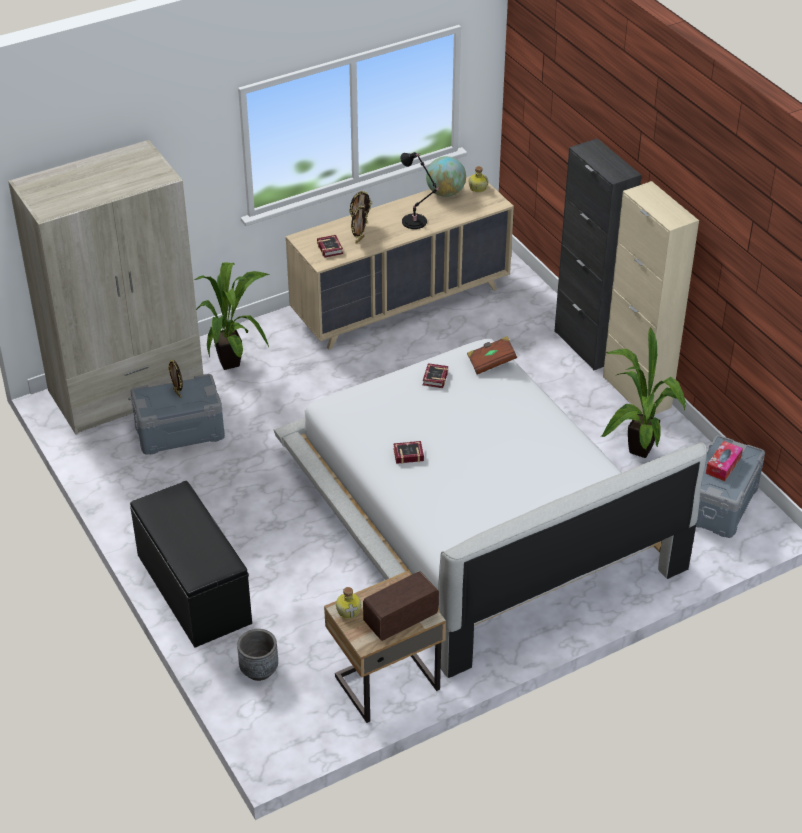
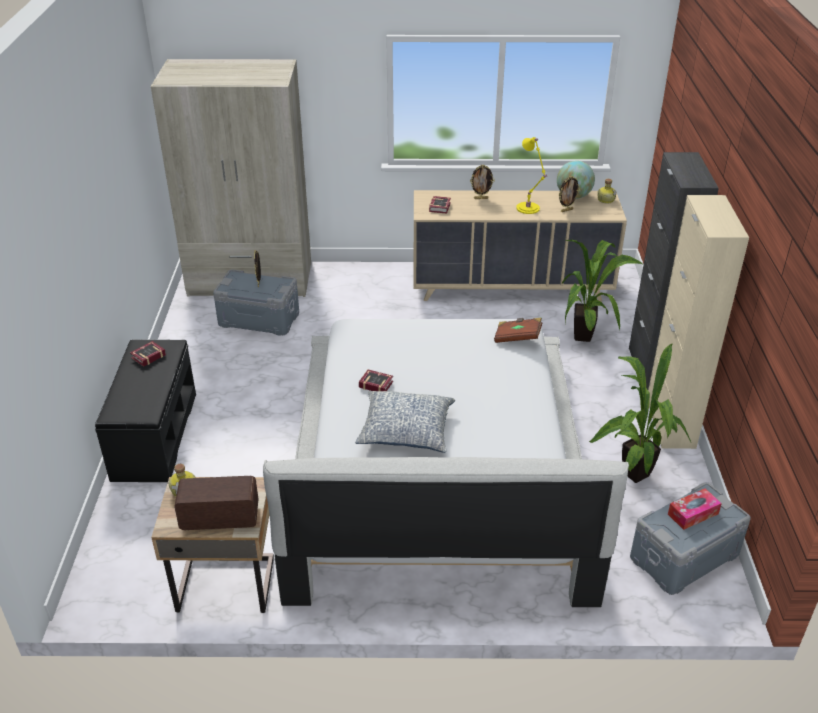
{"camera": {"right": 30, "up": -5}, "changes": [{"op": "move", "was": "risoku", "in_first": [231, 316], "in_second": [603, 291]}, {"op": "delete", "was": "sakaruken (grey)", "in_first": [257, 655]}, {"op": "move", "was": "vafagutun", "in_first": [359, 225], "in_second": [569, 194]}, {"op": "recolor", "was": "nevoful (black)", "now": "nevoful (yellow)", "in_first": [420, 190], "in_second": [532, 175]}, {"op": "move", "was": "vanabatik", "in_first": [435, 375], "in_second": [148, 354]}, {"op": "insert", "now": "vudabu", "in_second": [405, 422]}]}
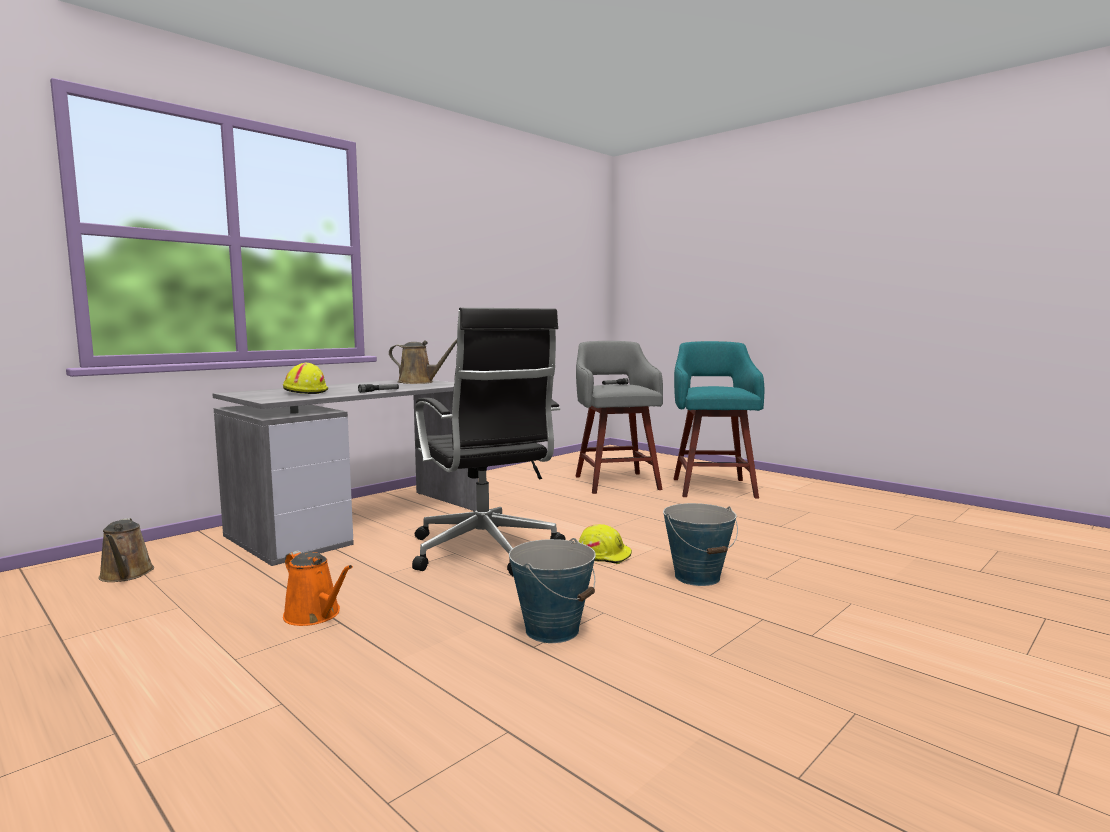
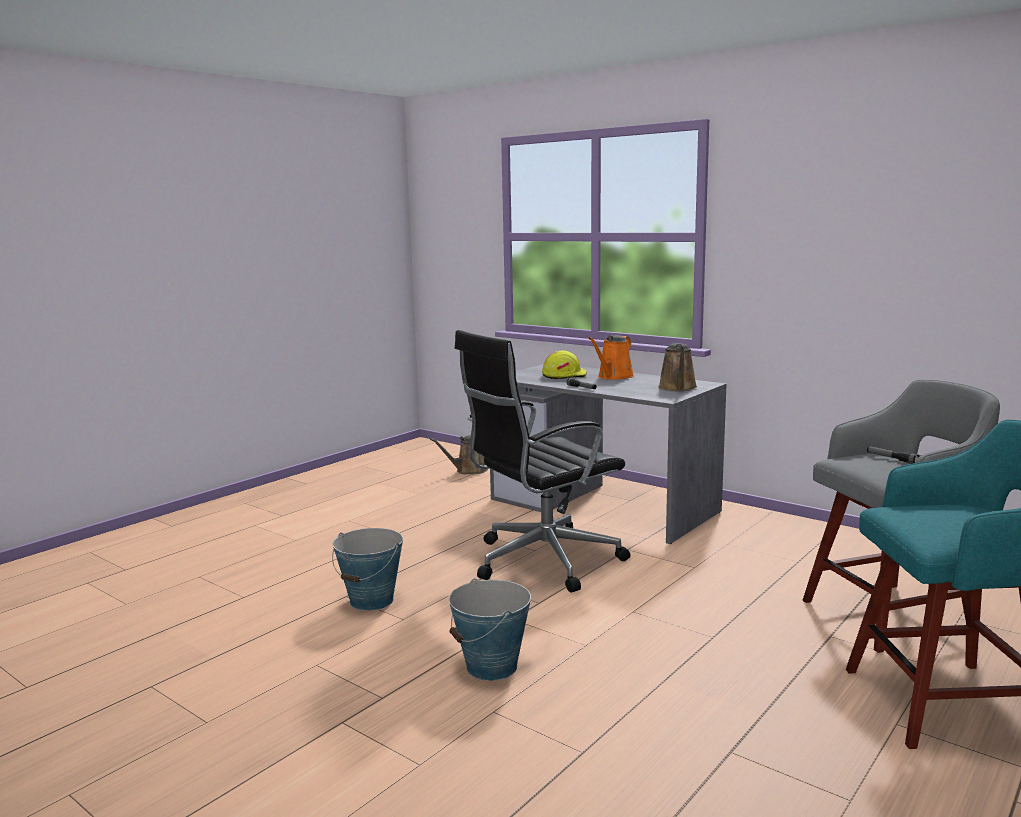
{"camera": {"right": 85, "up": 5}, "changes": [{"op": "move", "was": "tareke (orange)", "in_first": [318, 588], "in_second": [611, 357]}, {"op": "delete", "was": "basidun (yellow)", "in_first": [605, 544]}]}
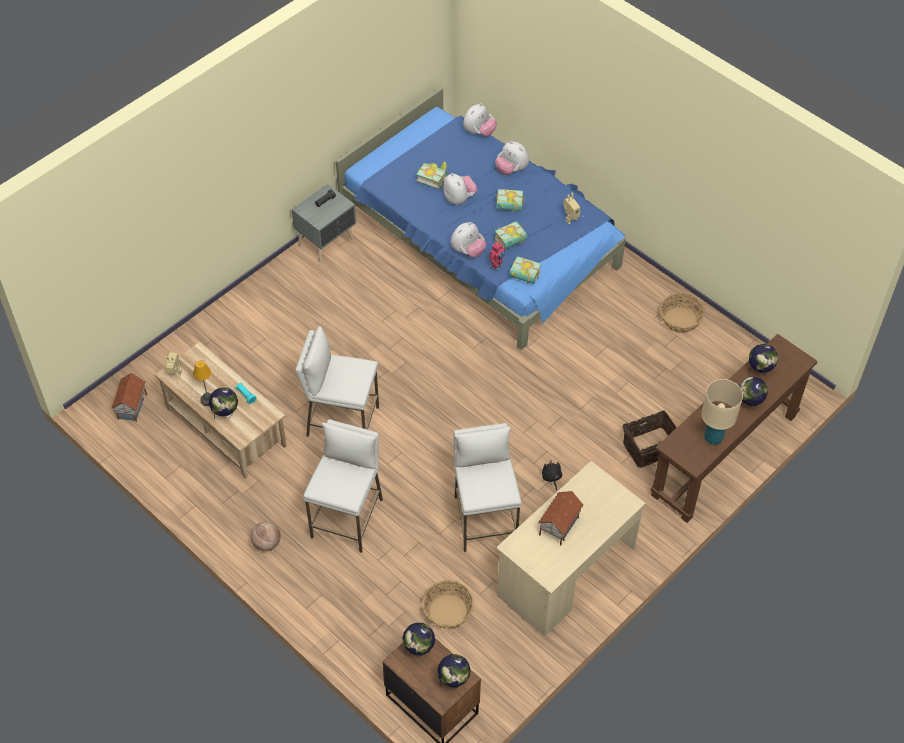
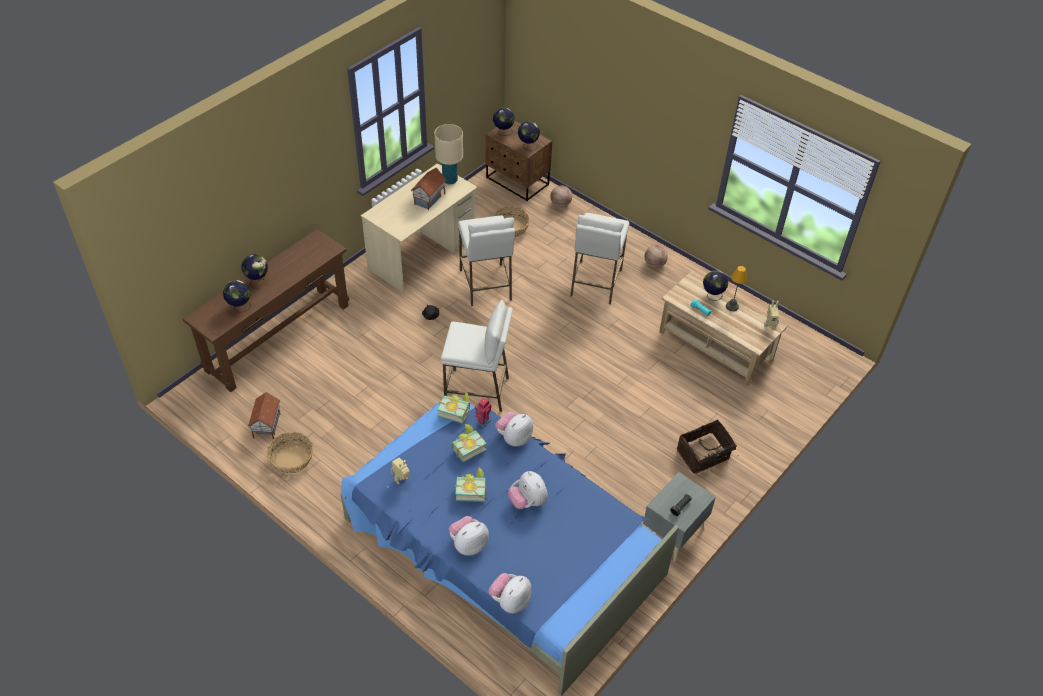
{"camera": {"right": 175, "up": -5}, "changes": [{"op": "move", "was": "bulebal", "in_first": [129, 397], "in_second": [264, 415]}, {"op": "move", "was": "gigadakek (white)", "in_first": [337, 381], "in_second": [477, 356]}, {"op": "delete", "was": "vanabatik", "in_first": [431, 175]}, {"op": "rotate", "was": "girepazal", "in_first": [512, 158], "in_second": [469, 536], "clockwise": -75}, {"op": "move", "was": "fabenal", "in_first": [650, 439], "in_second": [707, 447]}, {"op": "move", "was": "nevoful (beige)", "in_first": [722, 412], "in_second": [448, 154]}, {"op": "insert", "now": "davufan", "in_second": [561, 196]}]}
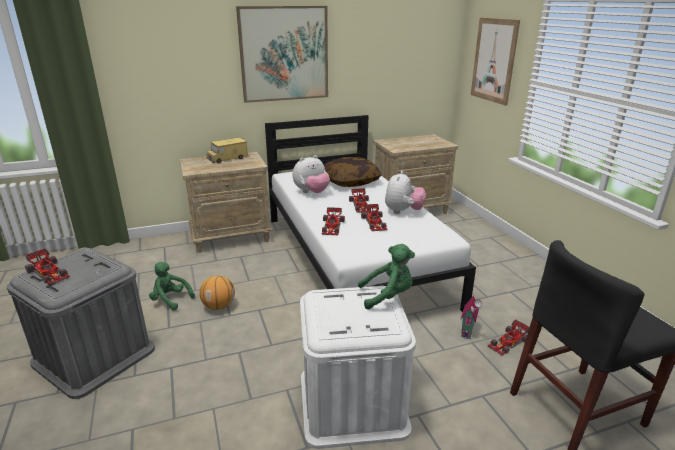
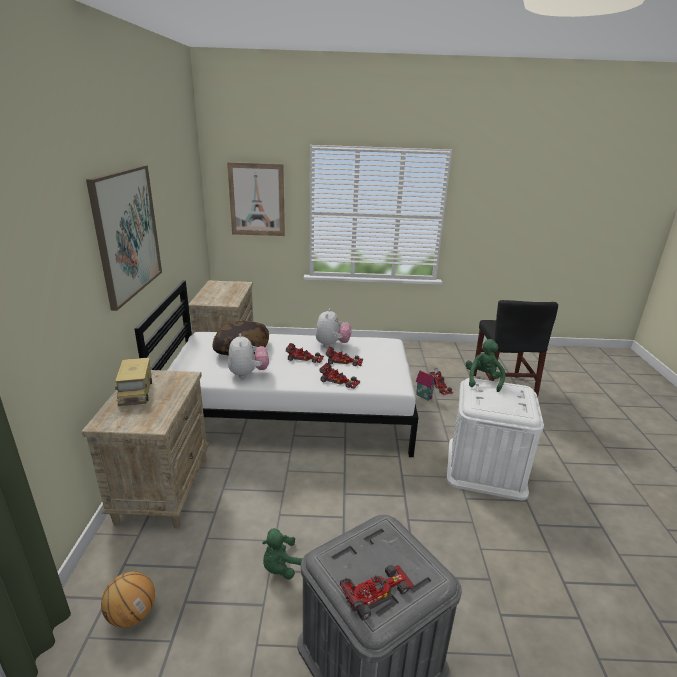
{"camera": {"right": -70, "up": 0}, "changes": [{"op": "move", "was": "davufan", "in_first": [217, 292], "in_second": [128, 599]}, {"op": "rotate", "was": "girepazal", "in_first": [405, 192], "in_second": [333, 327], "clockwise": 60}]}
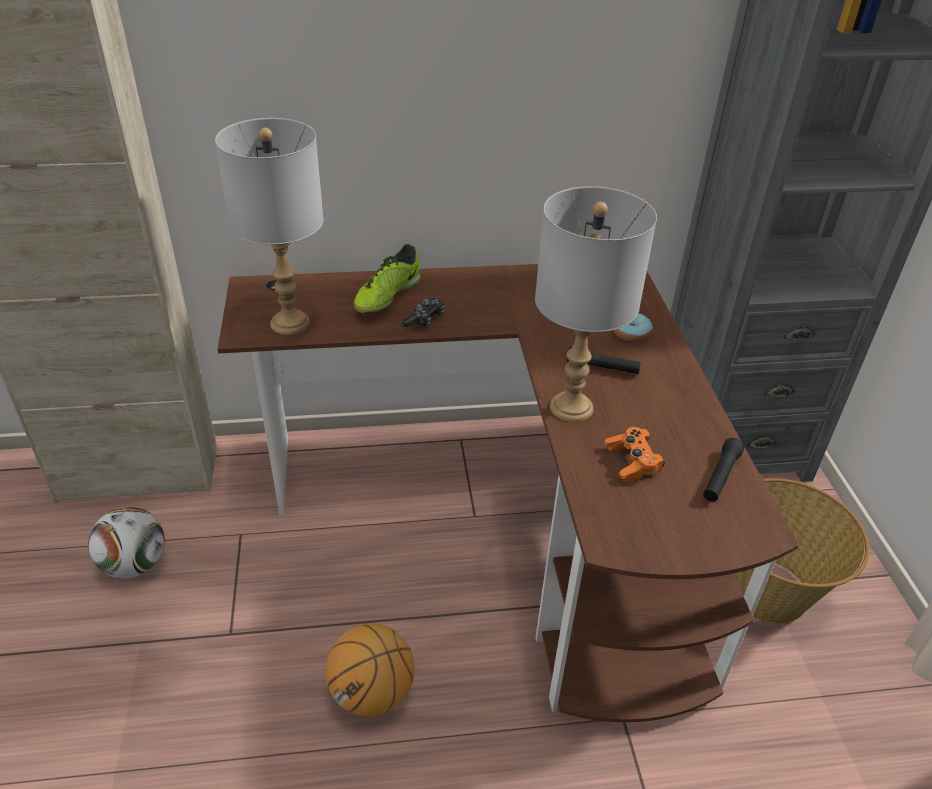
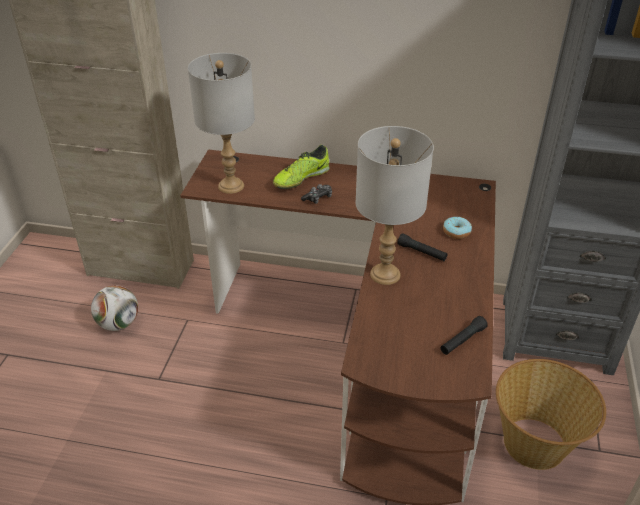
{"camera": {"right": 20, "up": 0}, "changes": [{"op": "delete", "was": "davufan", "in_first": [370, 670]}, {"op": "delete", "was": "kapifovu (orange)", "in_first": [634, 454]}]}
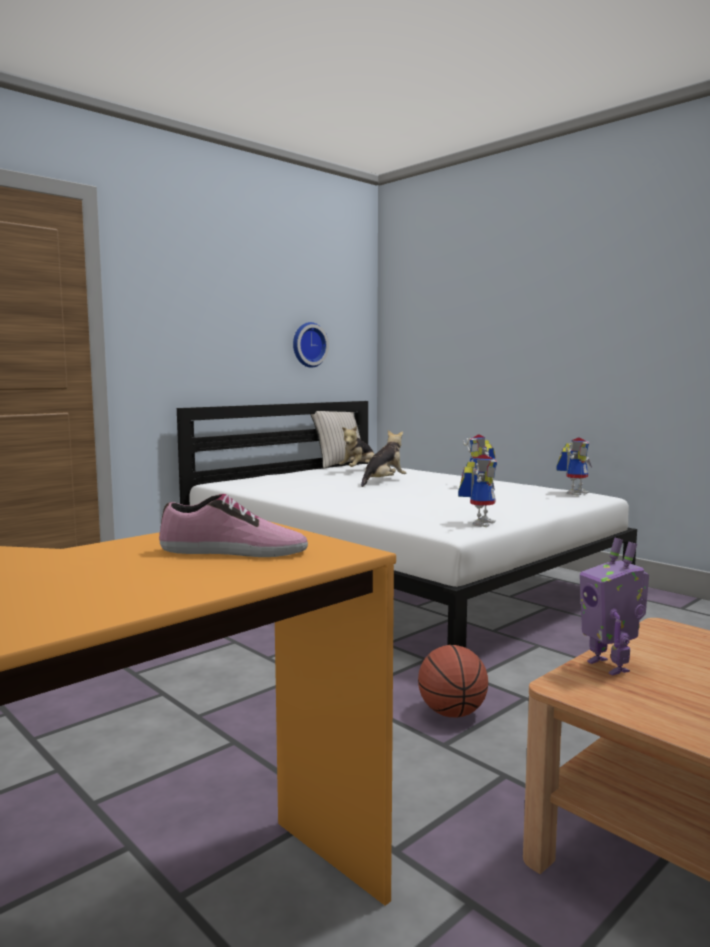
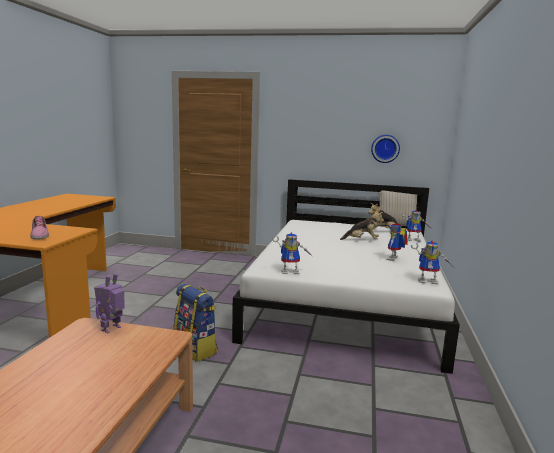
{"camera": {"right": 55, "up": 5}, "changes": [{"op": "replace", "was": "davufan", "now": "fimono", "in_first": [453, 681], "in_second": [195, 323]}, {"op": "insert", "now": "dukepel", "in_second": [416, 226]}]}
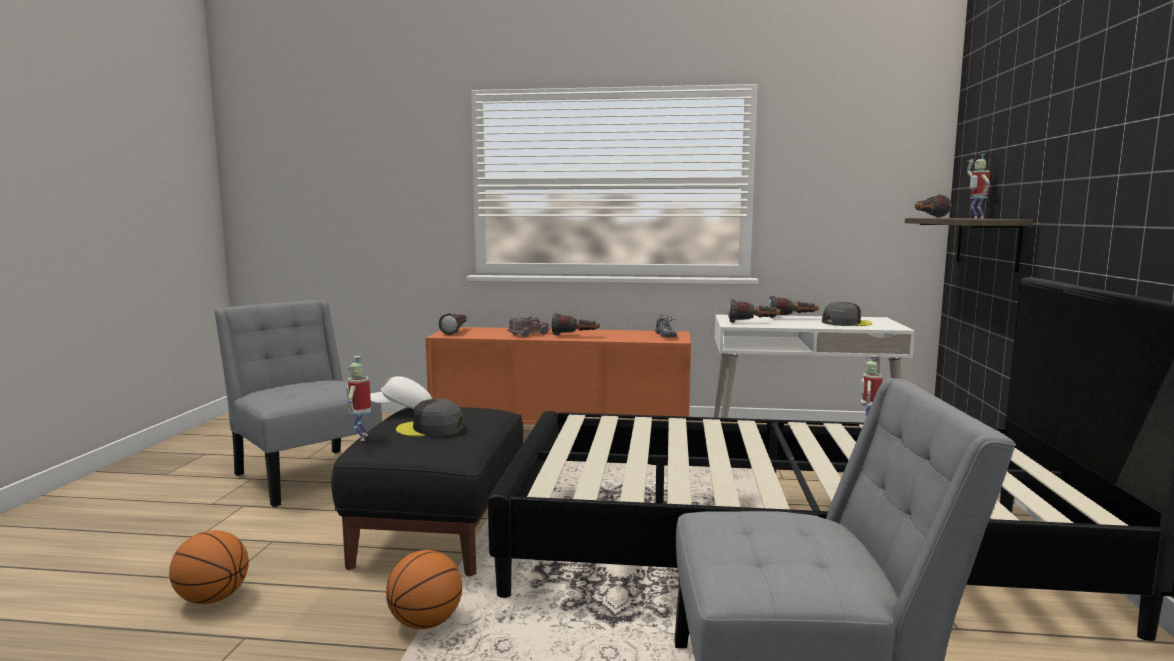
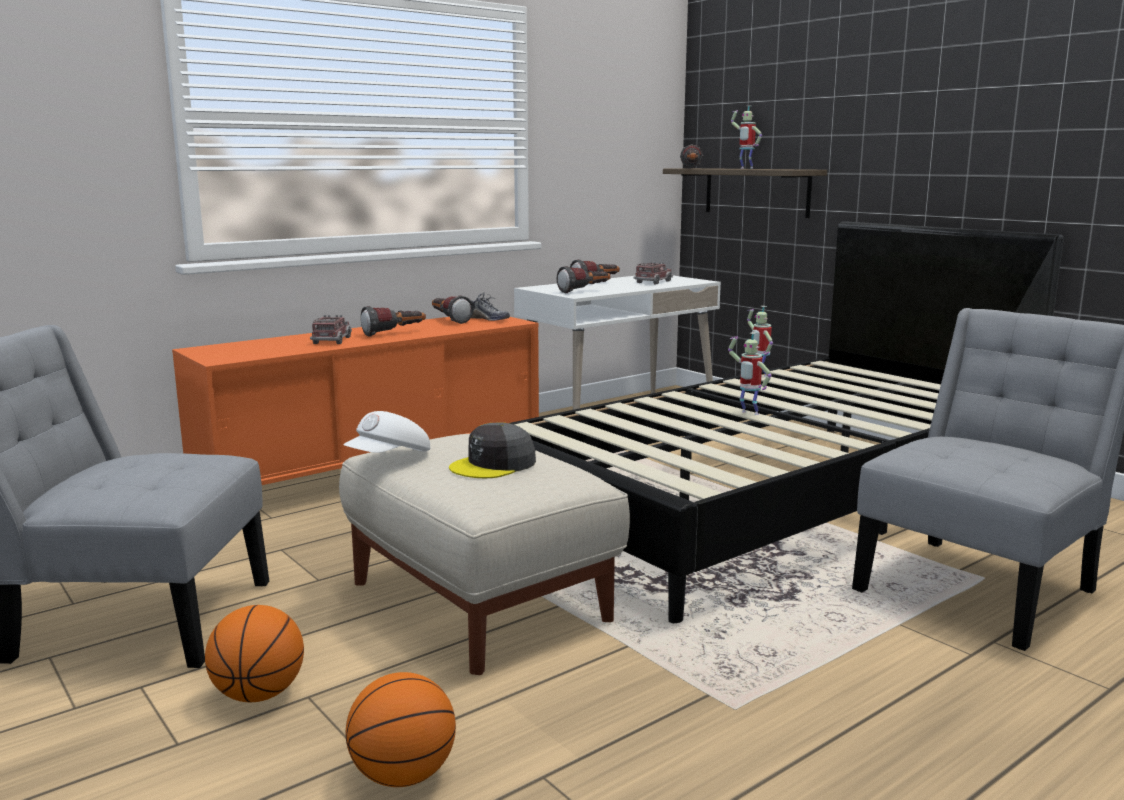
{"camera": {"right": -45, "up": 5}, "changes": [{"op": "recolor", "was": "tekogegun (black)", "now": "tekogegun (beige)", "in_first": [427, 491], "in_second": [484, 554]}, {"op": "move", "was": "dukepel", "in_first": [358, 398], "in_second": [750, 373]}, {"op": "move", "was": "davufan", "in_first": [424, 589], "in_second": [254, 653]}, {"op": "move", "was": "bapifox", "in_first": [453, 324], "in_second": [453, 309]}, {"op": "replace", "was": "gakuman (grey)", "now": "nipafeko", "in_first": [847, 314], "in_second": [653, 273]}]}
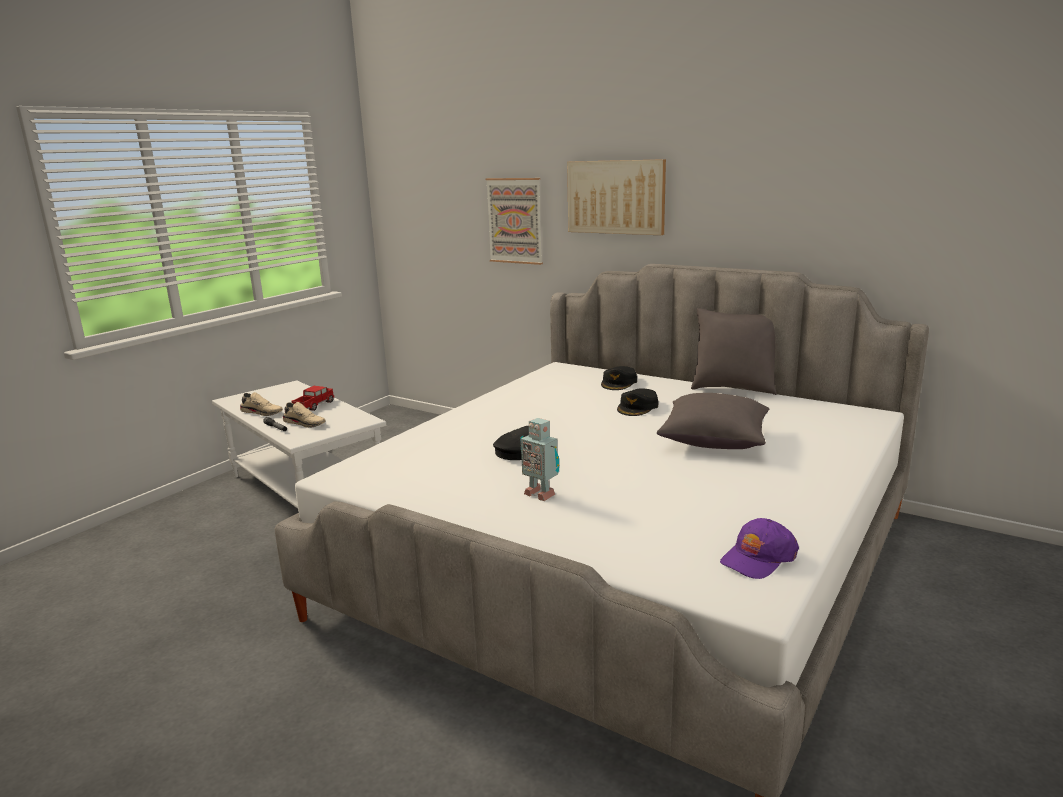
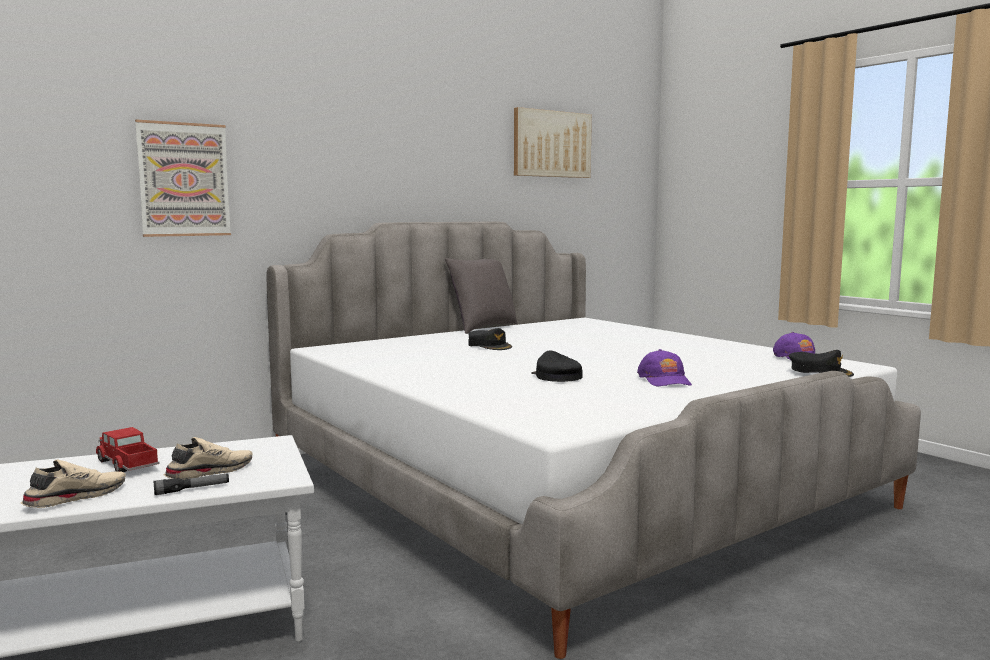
{"camera": {"right": -70, "up": -10}, "changes": [{"op": "replace", "was": "dukepel", "now": "gakuman (purple)", "in_first": [539, 459], "in_second": [664, 368]}, {"op": "move", "was": "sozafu", "in_first": [616, 197], "in_second": [553, 142]}, {"op": "move", "was": "gakuman (black)", "in_first": [619, 378], "in_second": [821, 363]}, {"op": "delete", "was": "vudabu (grey)", "in_first": [713, 421]}]}
